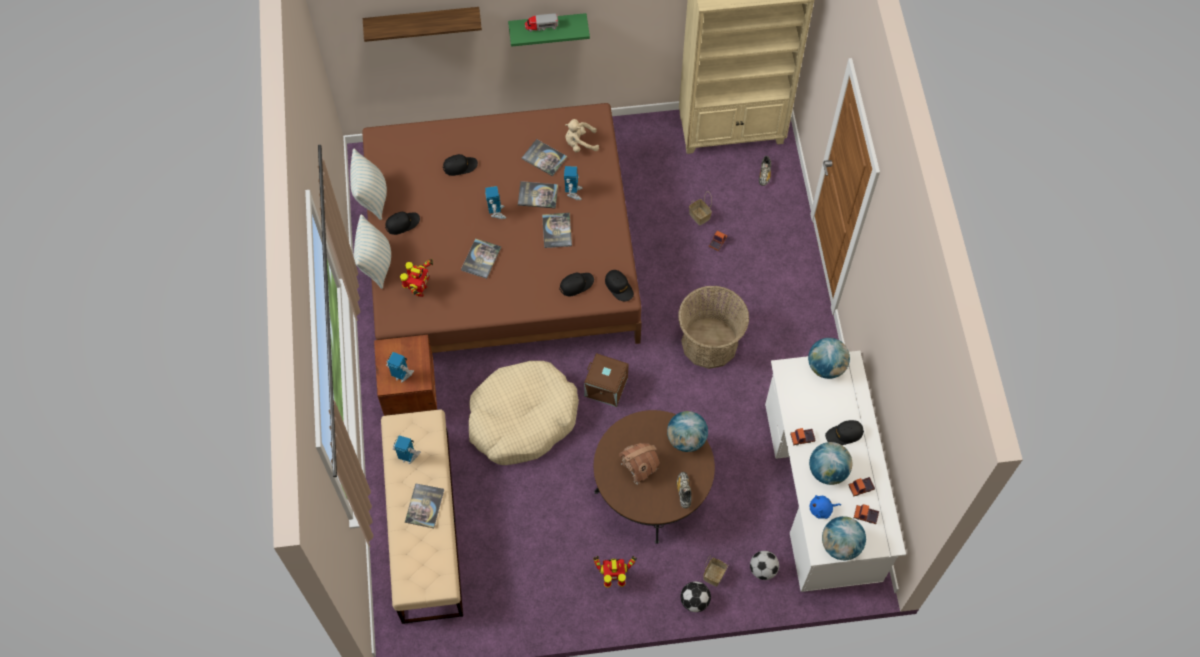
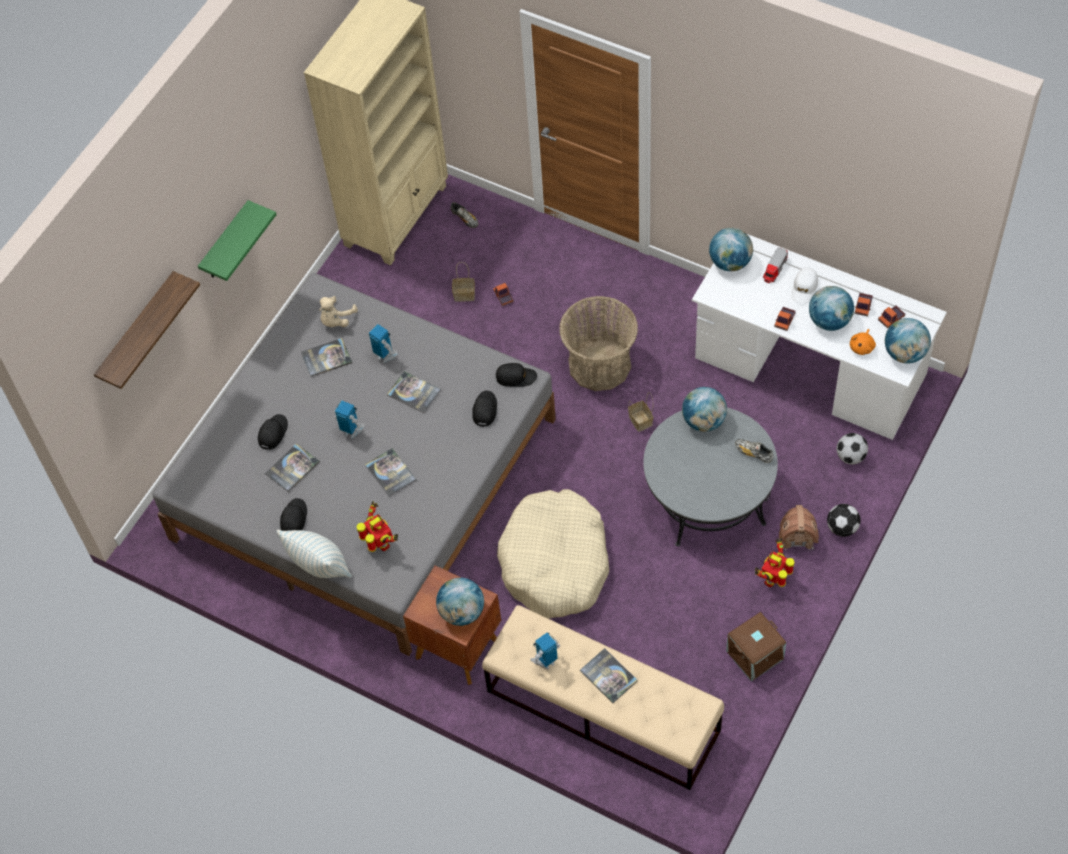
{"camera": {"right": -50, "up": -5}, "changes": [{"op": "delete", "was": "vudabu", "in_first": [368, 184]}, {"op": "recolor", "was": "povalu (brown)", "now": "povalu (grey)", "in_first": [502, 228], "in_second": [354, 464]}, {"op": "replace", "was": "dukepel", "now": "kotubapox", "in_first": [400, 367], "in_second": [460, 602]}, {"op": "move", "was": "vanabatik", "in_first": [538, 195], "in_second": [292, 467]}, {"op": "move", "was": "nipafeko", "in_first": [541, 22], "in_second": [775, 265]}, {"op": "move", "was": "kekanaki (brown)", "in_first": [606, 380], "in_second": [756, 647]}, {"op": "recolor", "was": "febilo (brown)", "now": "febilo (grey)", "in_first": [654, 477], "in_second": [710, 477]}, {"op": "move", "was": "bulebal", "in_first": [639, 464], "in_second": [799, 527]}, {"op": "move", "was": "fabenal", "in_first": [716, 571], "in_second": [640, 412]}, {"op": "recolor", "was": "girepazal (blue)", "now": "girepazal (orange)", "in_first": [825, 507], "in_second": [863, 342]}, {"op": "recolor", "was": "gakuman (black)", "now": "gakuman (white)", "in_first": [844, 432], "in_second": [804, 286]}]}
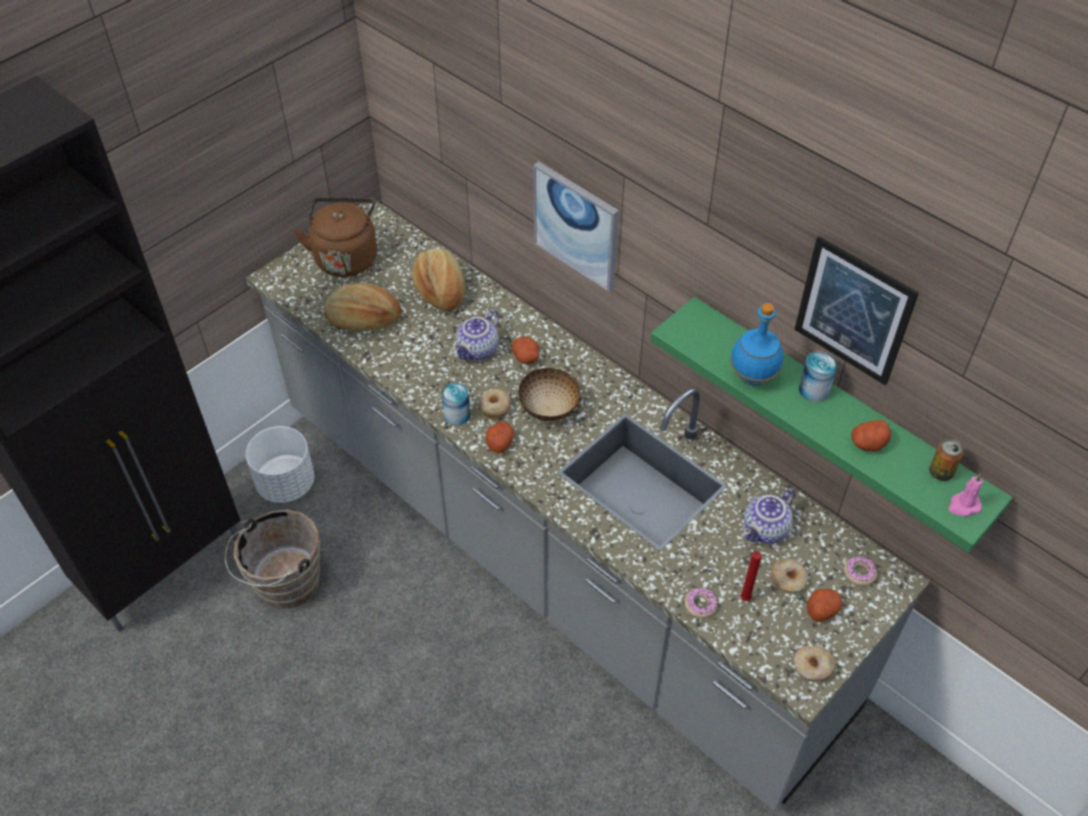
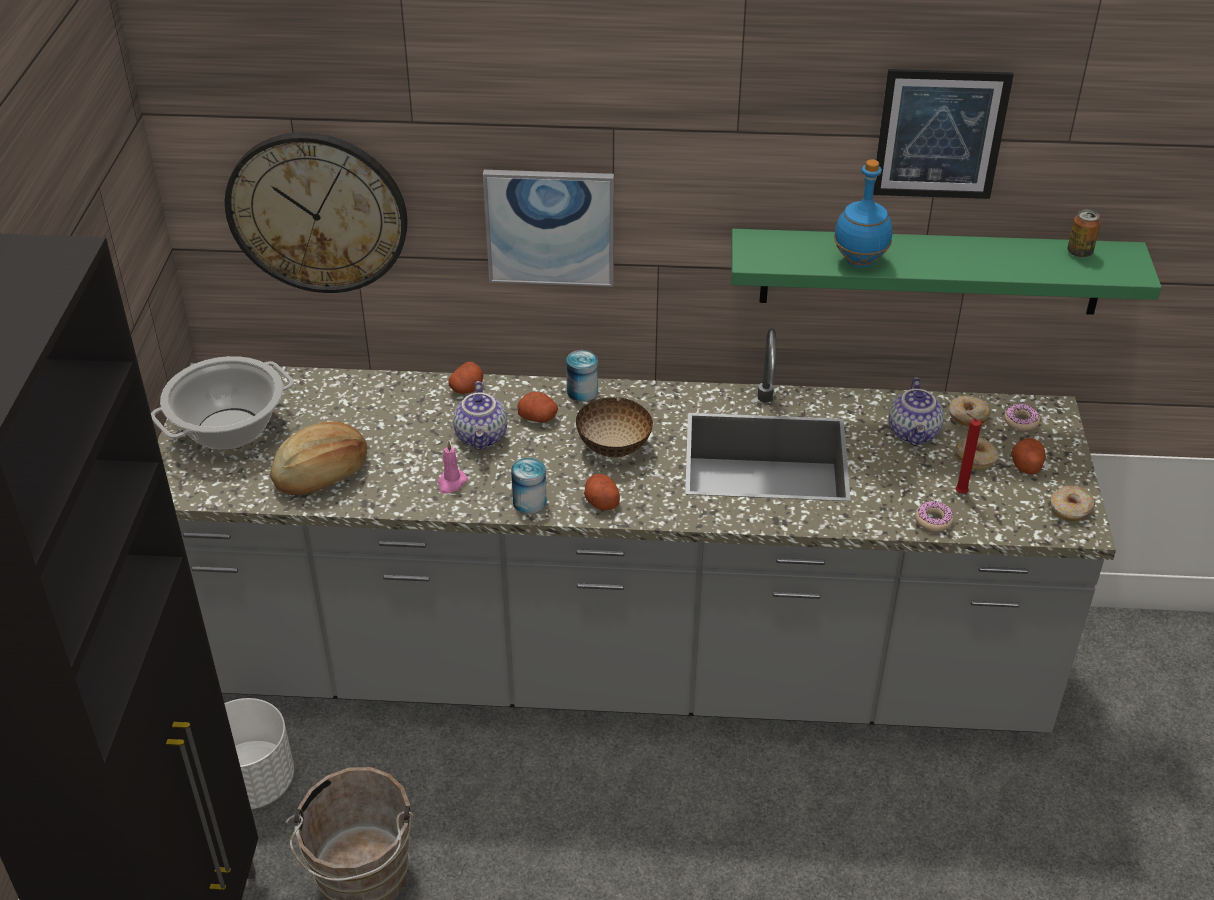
{"camera": {"right": -40, "up": -10}, "changes": [{"op": "replace", "was": "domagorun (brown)", "now": "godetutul", "in_first": [335, 237], "in_second": [222, 403]}, {"op": "delete", "was": "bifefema", "in_first": [438, 279]}, {"op": "move", "was": "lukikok", "in_first": [495, 404], "in_second": [969, 412]}, {"op": "move", "was": "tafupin", "in_first": [818, 377], "in_second": [582, 376]}, {"op": "move", "was": "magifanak", "in_first": [871, 436], "in_second": [466, 378]}, {"op": "move", "was": "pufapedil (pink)", "in_first": [965, 494], "in_second": [452, 467]}, {"op": "insert", "now": "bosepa", "in_second": [316, 212]}]}
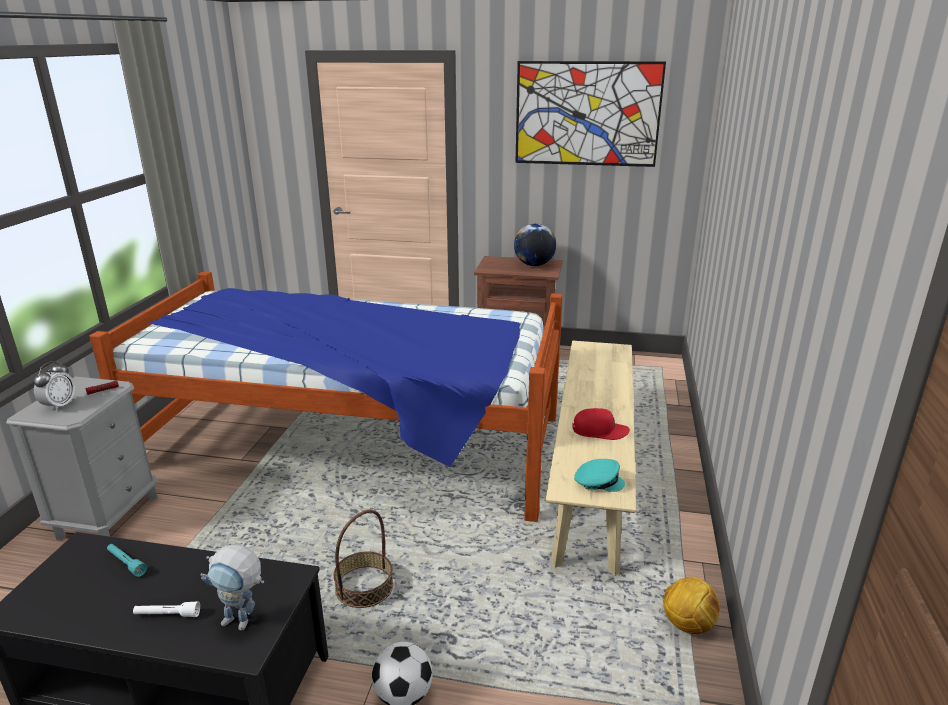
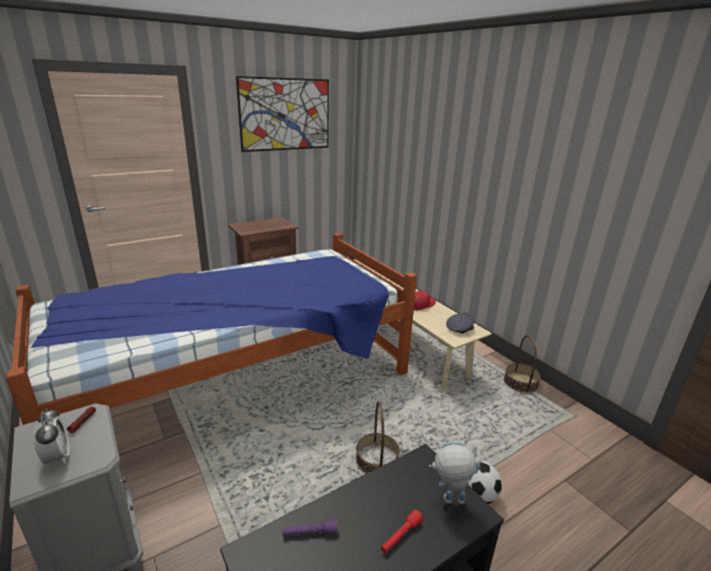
{"camera": {"right": -45, "up": 0}, "changes": [{"op": "recolor", "was": "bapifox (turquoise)", "now": "bapifox (purple)", "in_first": [127, 560], "in_second": [310, 527]}, {"op": "recolor", "was": "bapifox (white)", "now": "bapifox (red)", "in_first": [166, 609], "in_second": [402, 531]}, {"op": "rotate", "was": "dukepel", "in_first": [232, 588], "in_second": [455, 472], "clockwise": -150}, {"op": "delete", "was": "kotubapox", "in_first": [535, 245]}, {"op": "recolor", "was": "gakuman (turquoise)", "now": "gakuman (grey)", "in_first": [599, 475], "in_second": [460, 323]}, {"op": "replace", "was": "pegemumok", "now": "fabenal", "in_first": [691, 605], "in_second": [522, 364]}]}
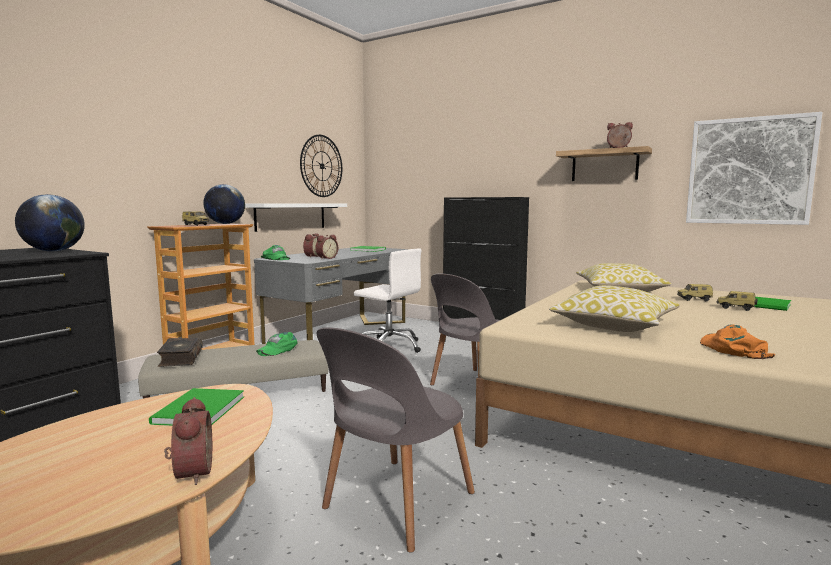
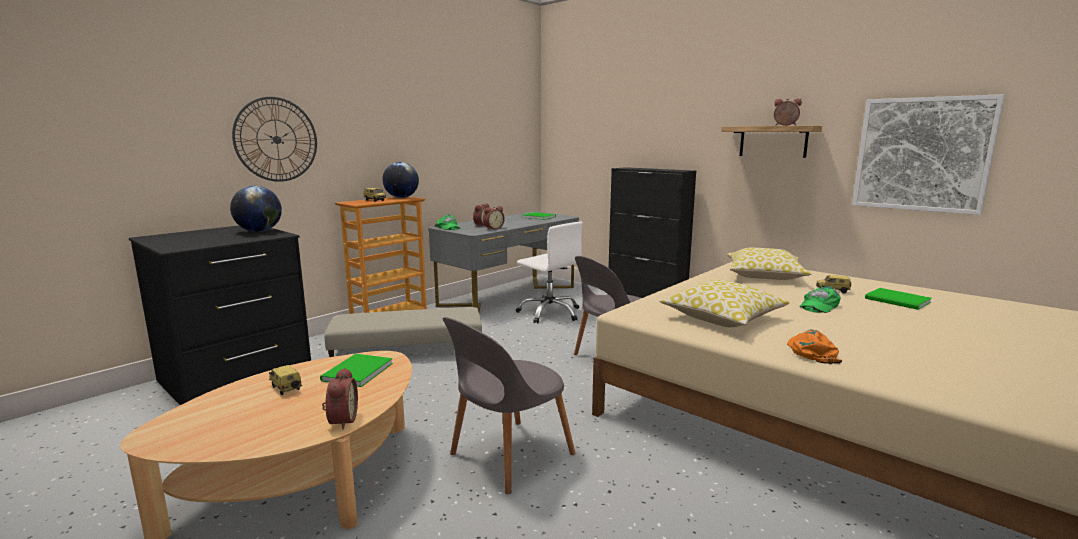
{"camera": {"right": 10, "up": 5}, "changes": [{"op": "delete", "was": "vanabatik", "in_first": [180, 352]}, {"op": "delete", "was": "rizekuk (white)", "in_first": [296, 217]}, {"op": "move", "was": "gakuman (green)", "in_first": [277, 344], "in_second": [820, 299]}, {"op": "move", "was": "bosepa", "in_first": [321, 166], "in_second": [274, 139]}, {"op": "move", "was": "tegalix", "in_first": [737, 301], "in_second": [285, 380]}]}
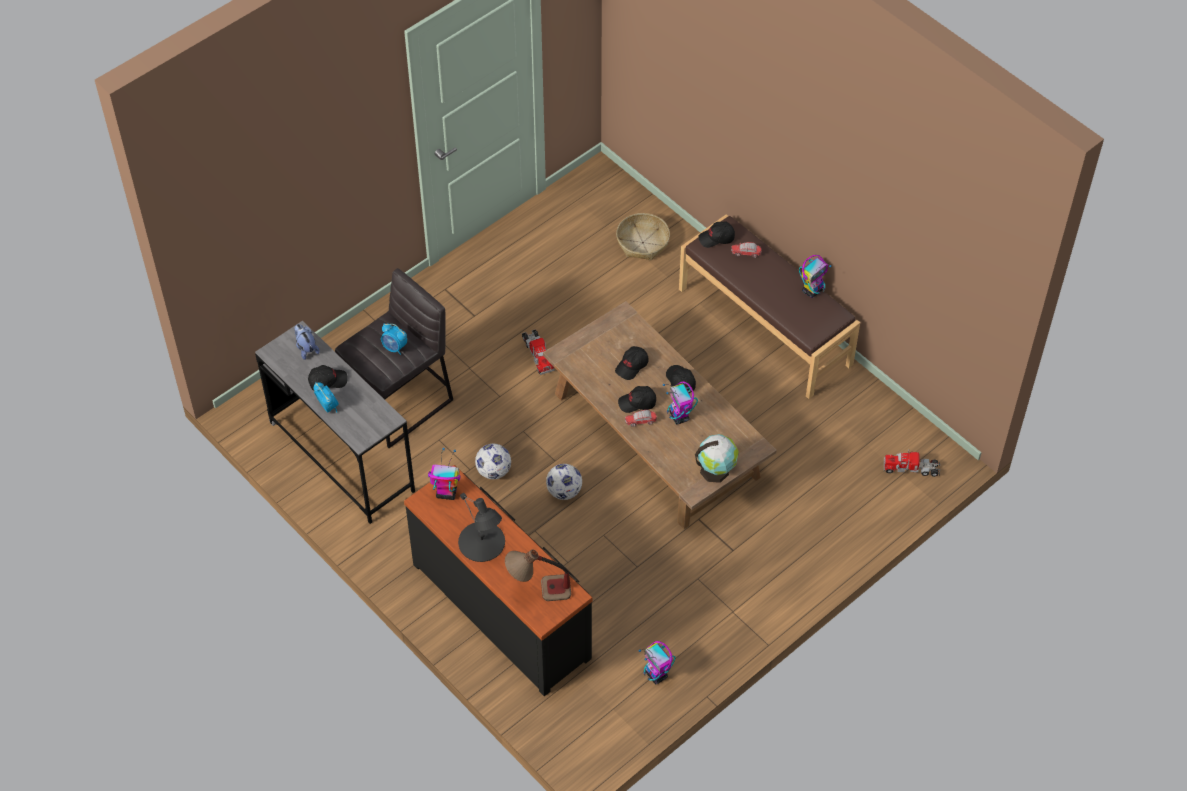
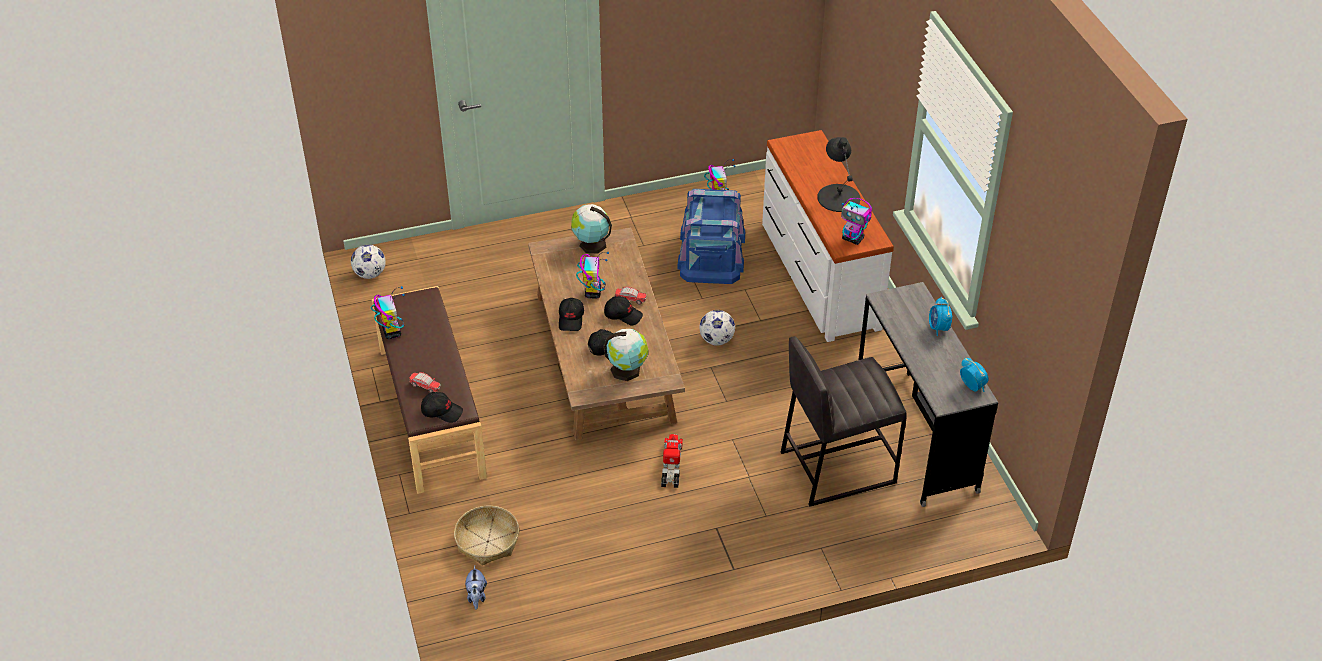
{"camera": {"right": -155, "up": -10}, "changes": [{"op": "move", "was": "girepazal", "in_first": [307, 342], "in_second": [476, 587]}, {"op": "delete", "was": "gakuman (black)", "in_first": [328, 378]}, {"op": "move", "was": "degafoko", "in_first": [394, 339], "in_second": [974, 374]}, {"op": "recolor", "was": "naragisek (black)", "now": "naragisek (white)", "in_first": [498, 580], "in_second": [828, 236]}, {"op": "move", "was": "pegemumok", "in_first": [493, 461], "in_second": [368, 261]}, {"op": "delete", "was": "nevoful", "in_first": [538, 575]}, {"op": "rotate", "was": "dukepel", "in_first": [815, 276], "in_second": [388, 312], "clockwise": 90}, {"op": "delete", "was": "nipafeko", "in_first": [912, 463]}, {"op": "insert", "now": "kotubapox", "in_second": [625, 355]}, {"op": "insert", "now": "kekanaki (blue)", "in_second": [711, 236]}]}
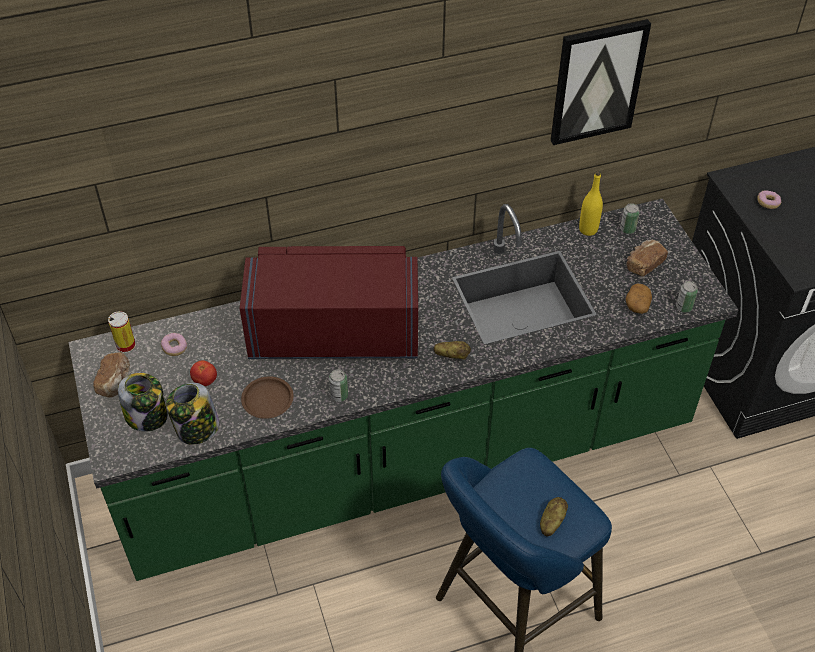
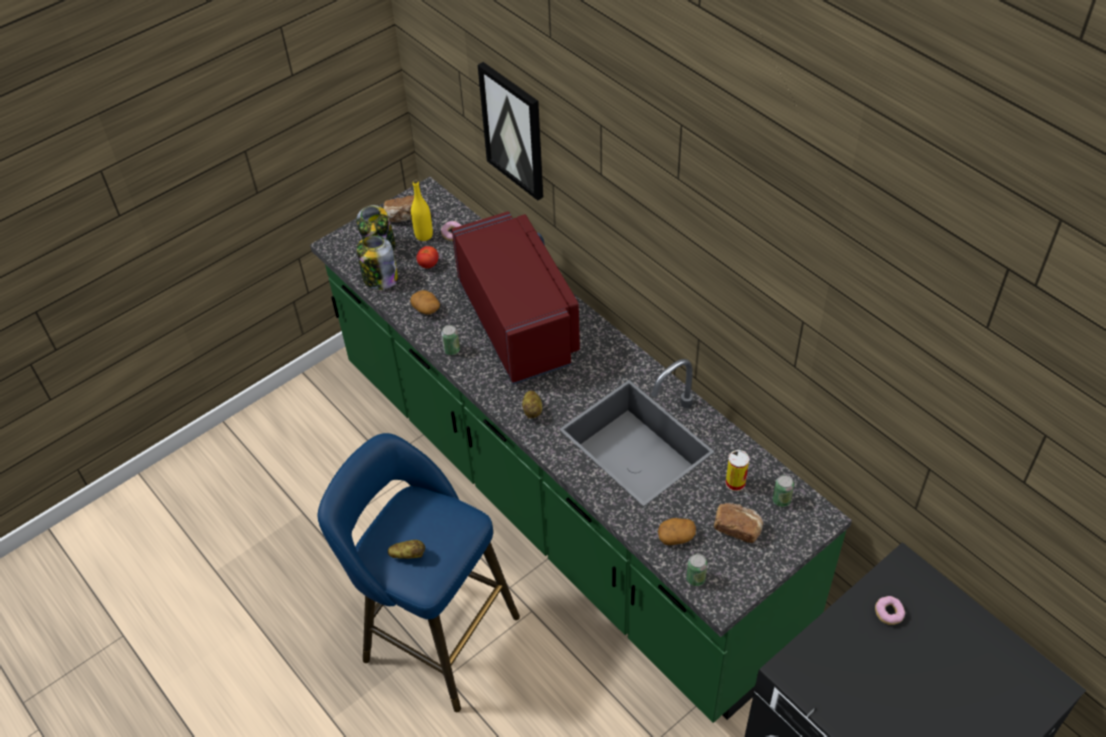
{"camera": {"right": 70, "up": 0}, "changes": [{"op": "move", "was": "tafupin", "in_first": [122, 332], "in_second": [737, 471]}, {"op": "replace", "was": "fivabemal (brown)", "now": "magifanak", "in_first": [267, 397], "in_second": [425, 302]}, {"op": "move", "was": "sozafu", "in_first": [600, 82], "in_second": [510, 131]}, {"op": "move", "was": "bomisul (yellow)", "in_first": [591, 203], "in_second": [422, 210]}]}
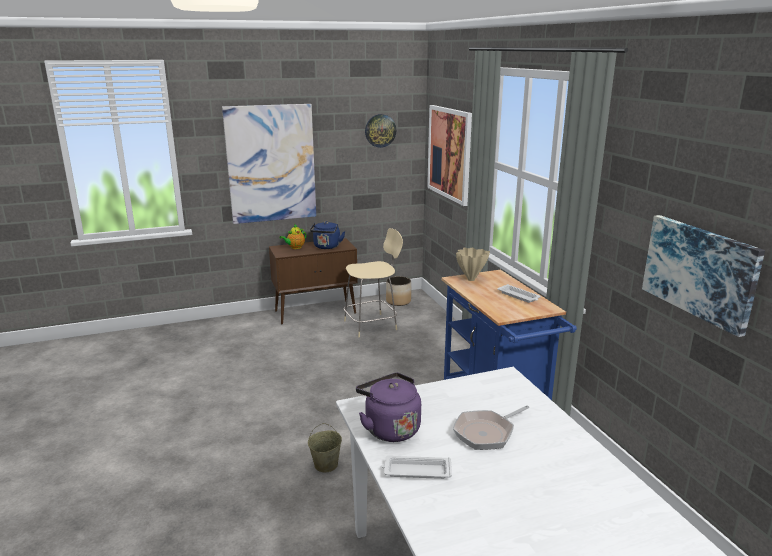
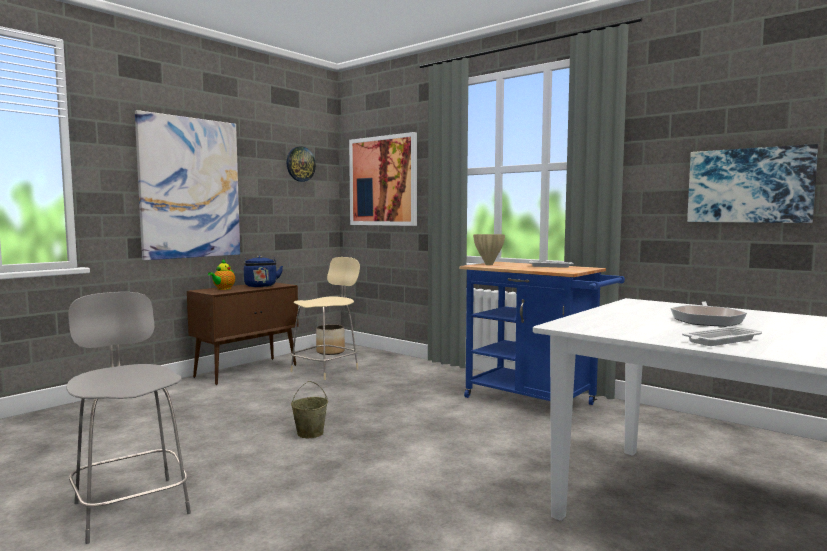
{"camera": {"right": -30, "up": -15}, "changes": [{"op": "move", "was": "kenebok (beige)", "in_first": [325, 447], "in_second": [309, 409]}, {"op": "delete", "was": "domagorun (purple)", "in_first": [388, 407]}, {"op": "insert", "now": "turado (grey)", "in_second": [128, 418]}]}
